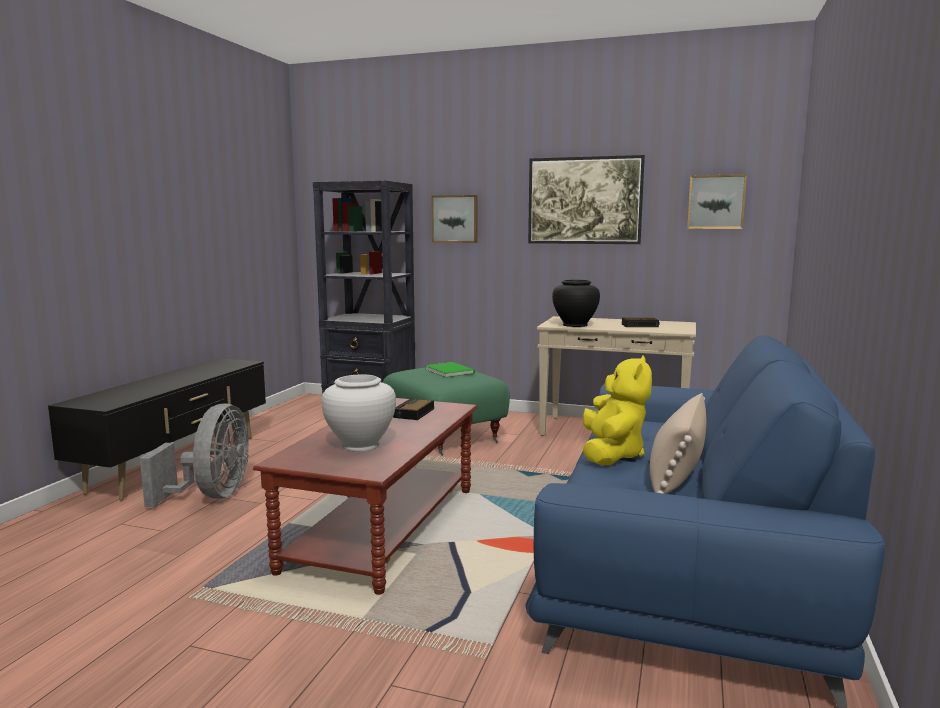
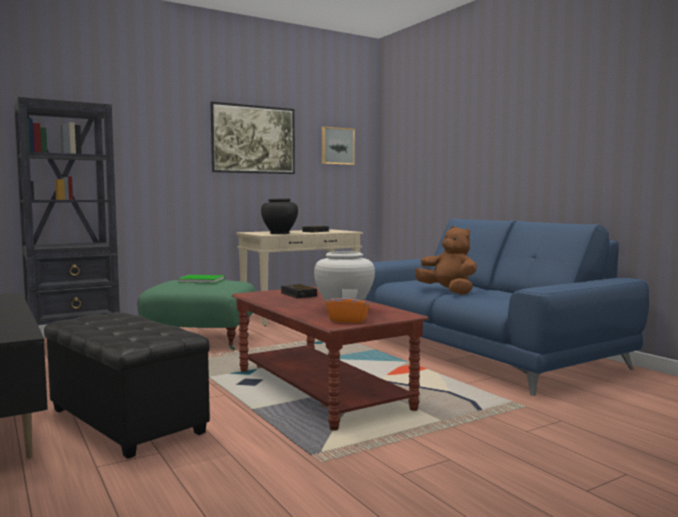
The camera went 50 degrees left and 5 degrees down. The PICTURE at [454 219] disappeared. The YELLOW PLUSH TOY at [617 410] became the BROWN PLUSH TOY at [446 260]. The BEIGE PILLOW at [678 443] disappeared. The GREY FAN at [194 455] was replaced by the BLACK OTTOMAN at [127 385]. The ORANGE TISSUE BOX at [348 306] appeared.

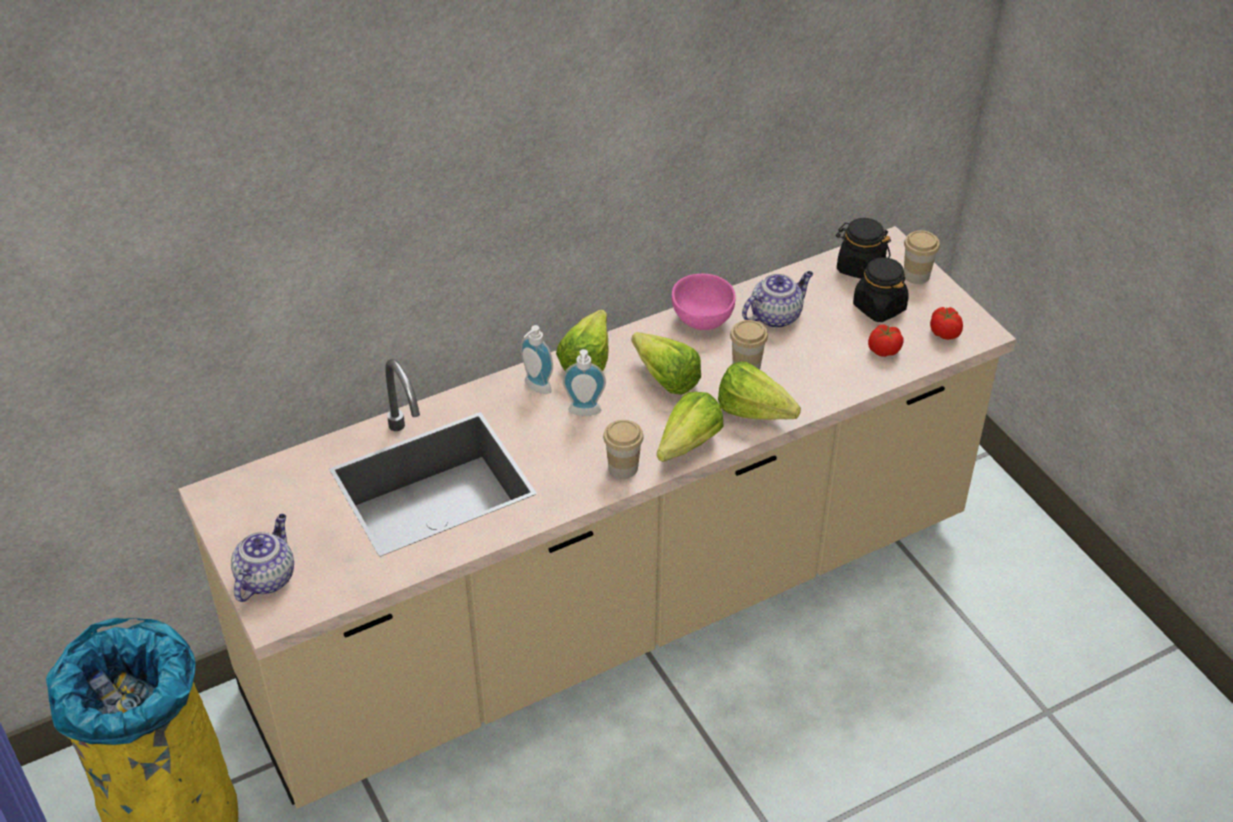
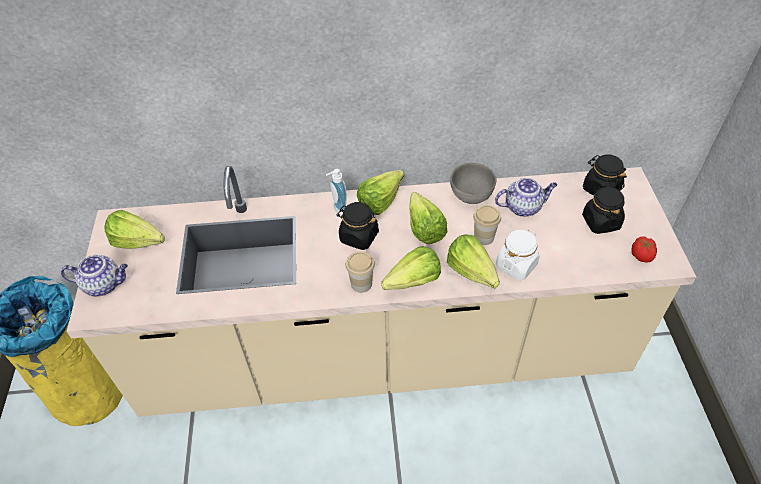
The camera went 25 degrees right and 5 degrees up. The CUP at [922 257] disappeared. The PINK BOWL at [704 302] became the GREY BOWL at [473 183]. The TOMATO at [886 340] disappeared. The SOAP DISPENSER at [584 382] was replaced by the BLACK JAR at [358 226]. The TEAPOT at [262 558] turned 45 degrees clockwise. The LETTUCE at [134 229] appeared. The WHITE JAR at [518 254] appeared.

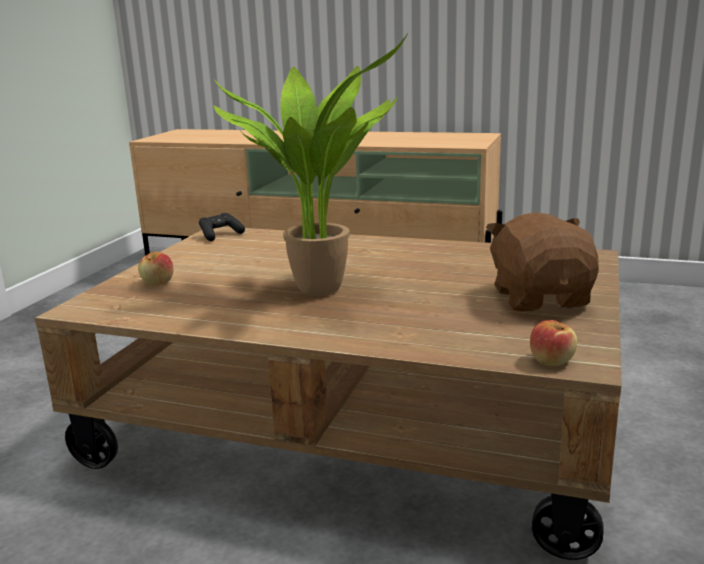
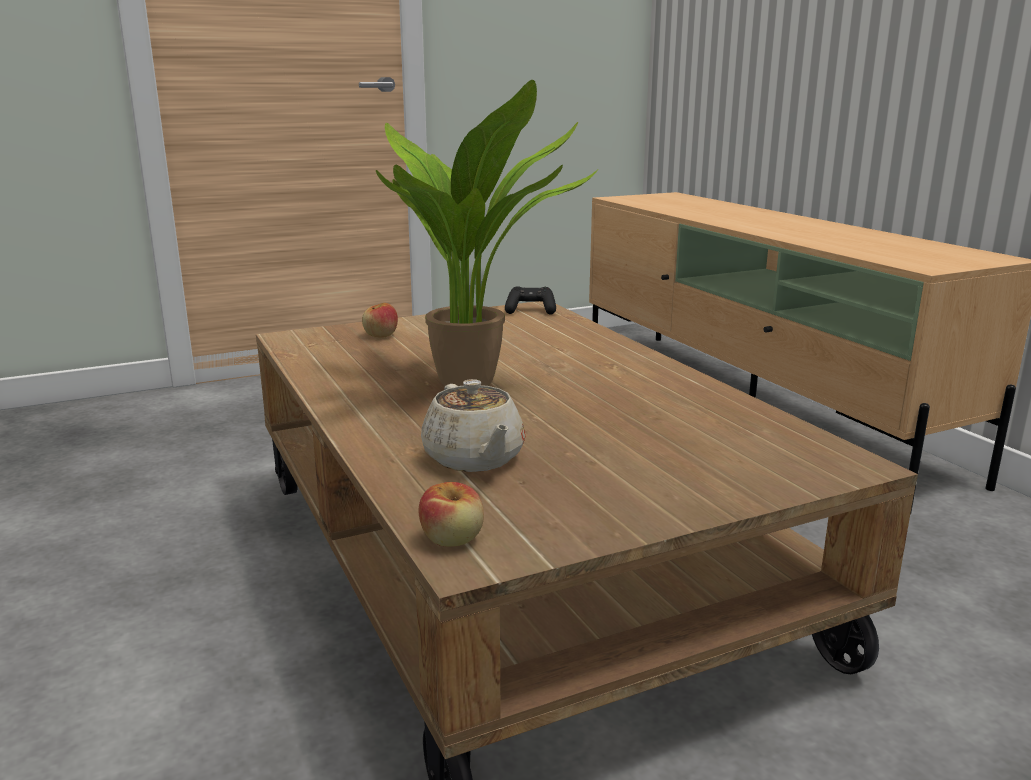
The camera went 45 degrees right and 0 degrees up. The BROWN PLUSH TOY at [542 262] disappeared. The BEIGE TEAPOT at [473 425] appeared.

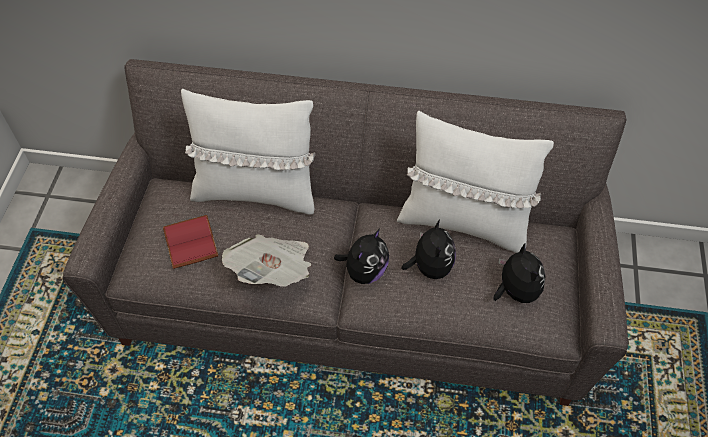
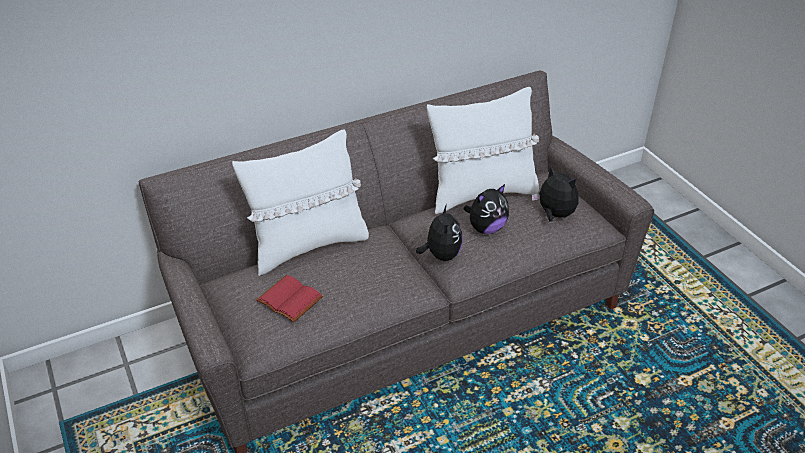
The camera went 35 degrees left and 15 degrees down. The PLUSH TOY at [428 249] turned 90 degrees clockwise. The NEWSPAPER at [267 260] disappeared.

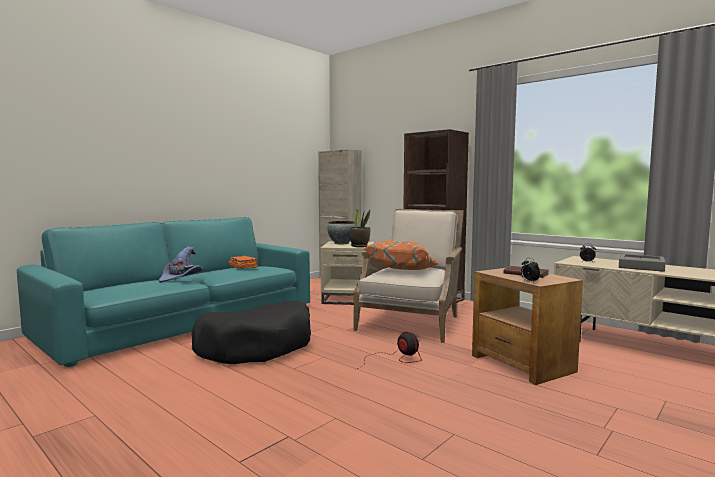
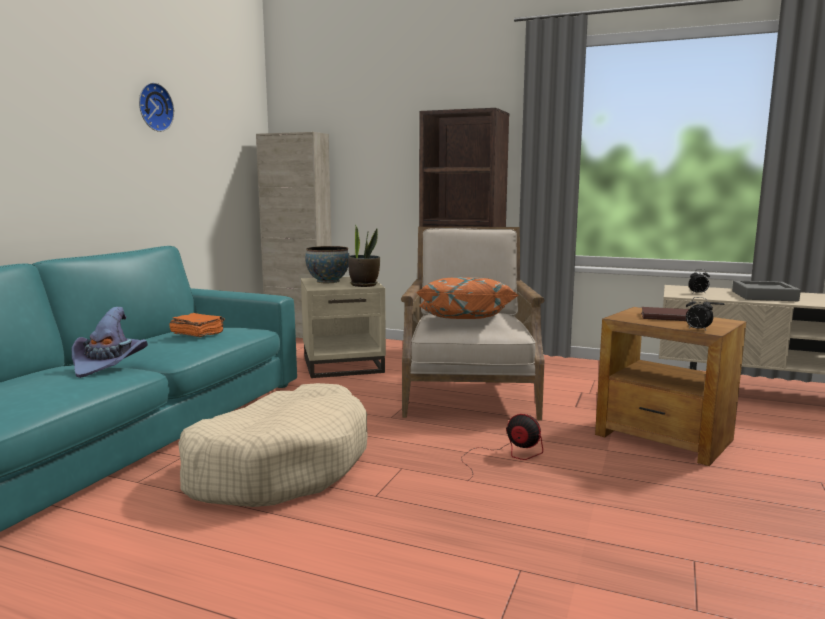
The camera went 20 degrees left and 5 degrees up. The BLACK DOG BED at [251 332] became the BEIGE DOG BED at [273 445]. The WALL CLOCK at [156 107] appeared.

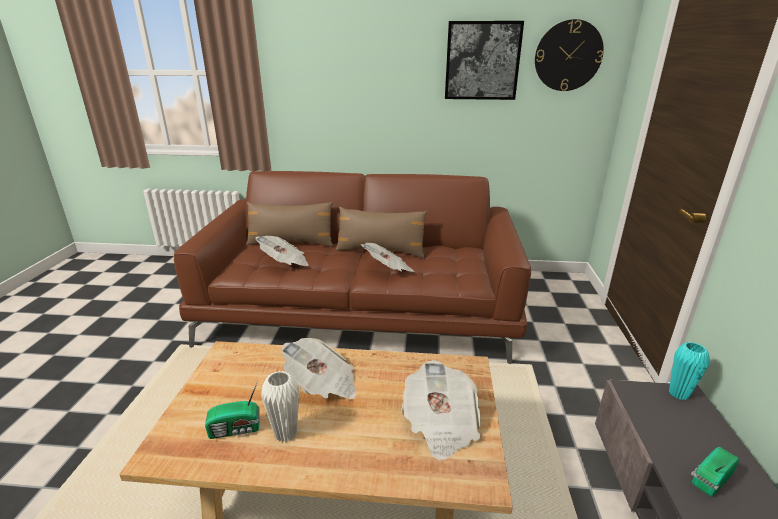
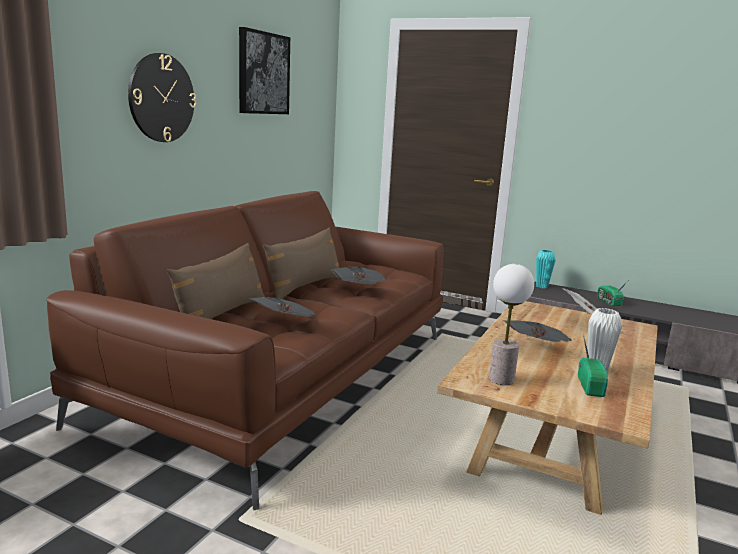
The camera went 70 degrees left and 10 degrees down. The WALL CLOCK moved from [569 55] to [162 97]. The TABLE LAMP at [511 324] appeared.

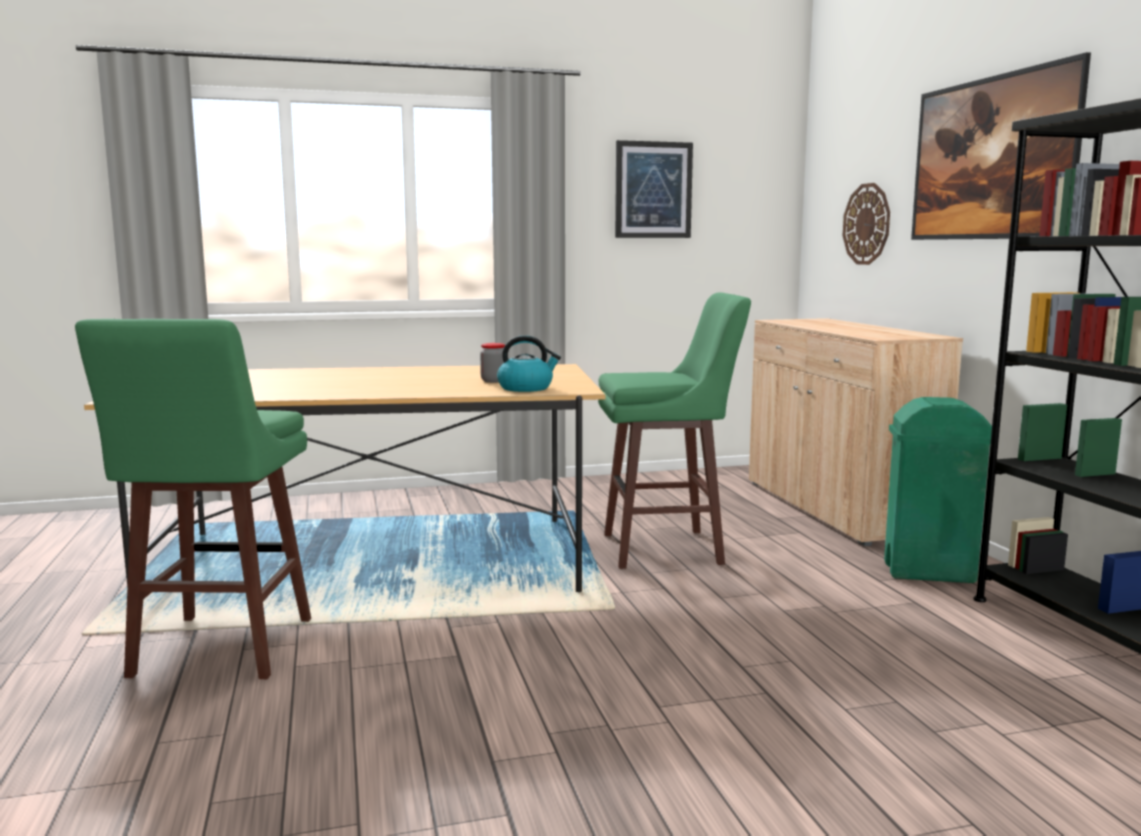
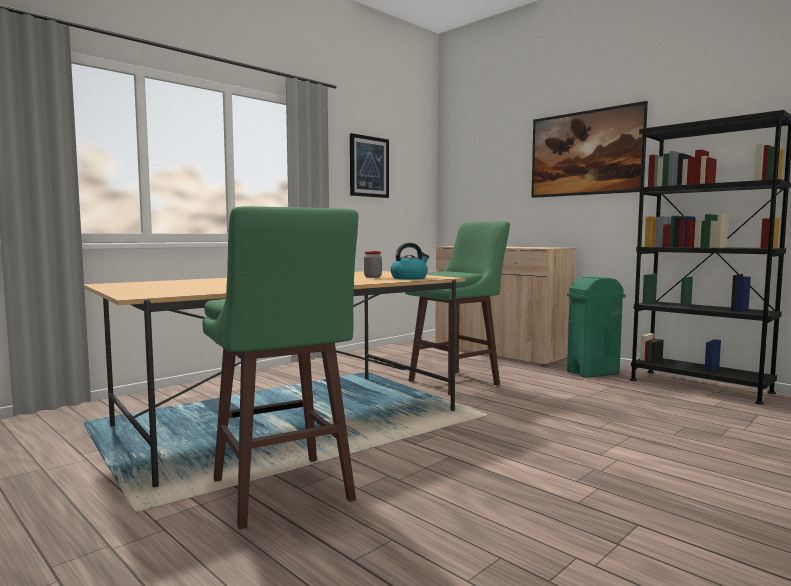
The camera went 30 degrees left and 5 degrees down. The WALL CLOCK at [866 224] disappeared.

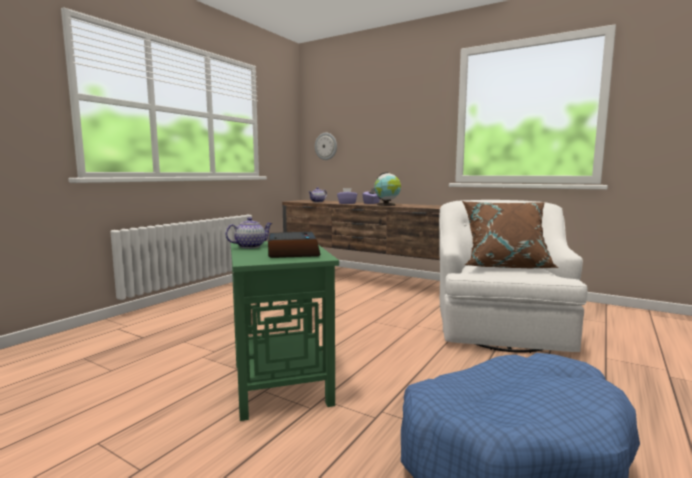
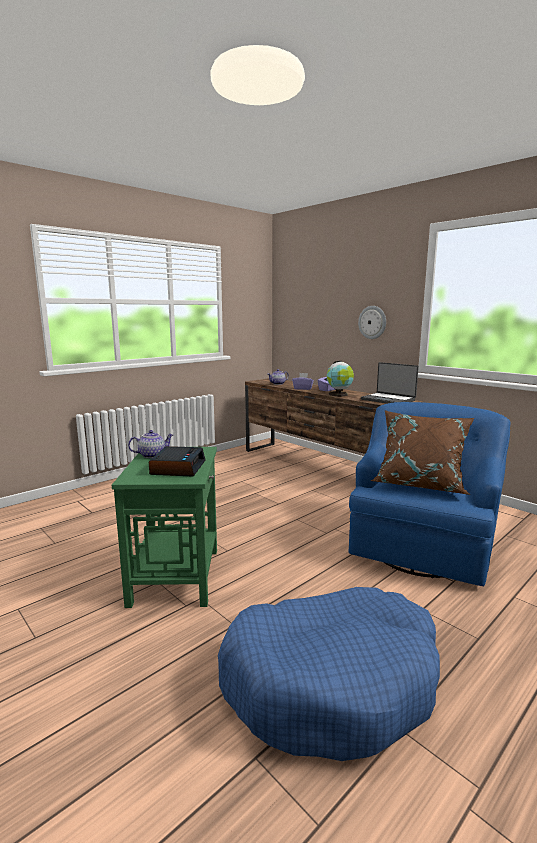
The camera went 15 degrees right and 5 degrees up. The WALL CLOCK moved from [326 146] to [372 322]. The WHITE ARMCHAIR at [513 276] became the BLUE ARMCHAIR at [429 494]. The LAPTOP at [390 383] appeared.

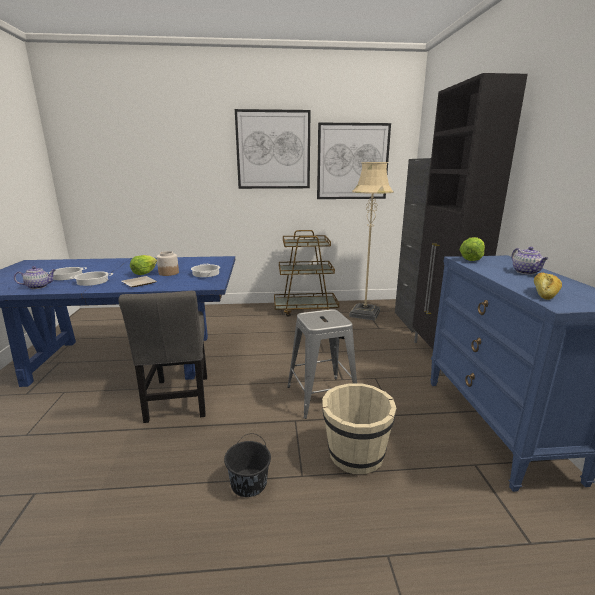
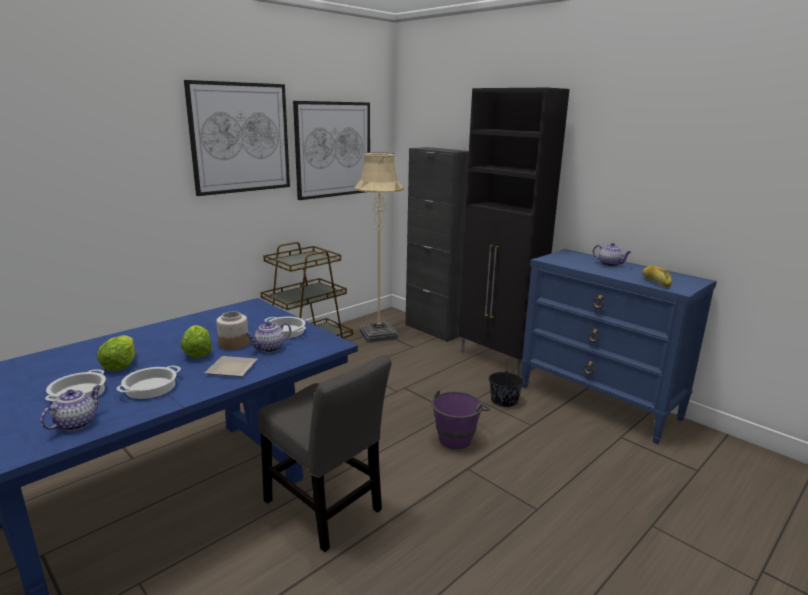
The camera went 40 degrees left and 0 degrees up. The LETTUCE moved from [472 249] to [116 353]. The GREY STOOL at [322 364] was replaced by the PURPLE BUCKET at [461 419]. The BEIGE BUCKET at [359 428] disappeared. The BLACK BUCKET moved from [247 465] to [506 386]. The TEAPOT at [268 336] appeared.

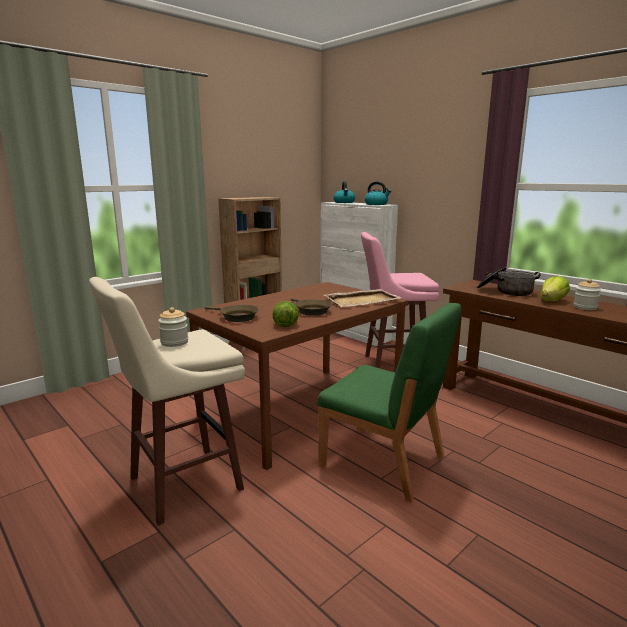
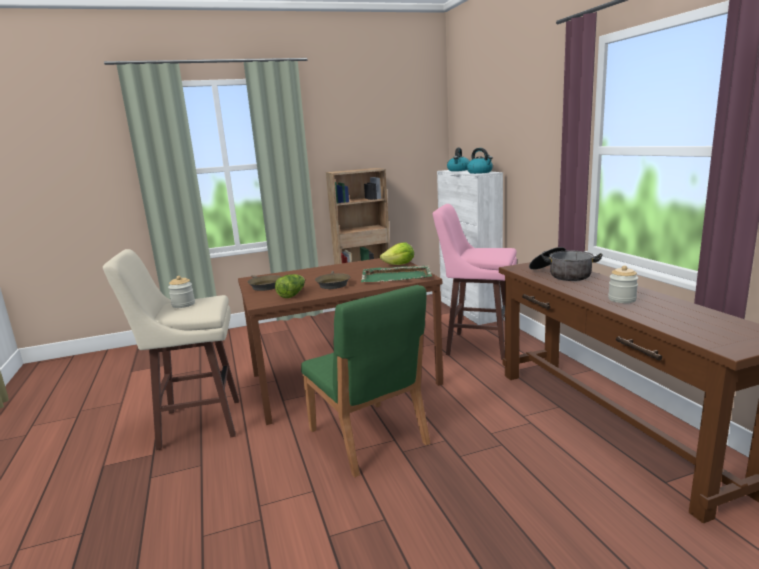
The camera went 25 degrees right and 0 degrees up. The LETTUCE moved from [555 288] to [397 253]. The BEIGE TRAY at [363 298] became the GREEN TRAY at [396 273].

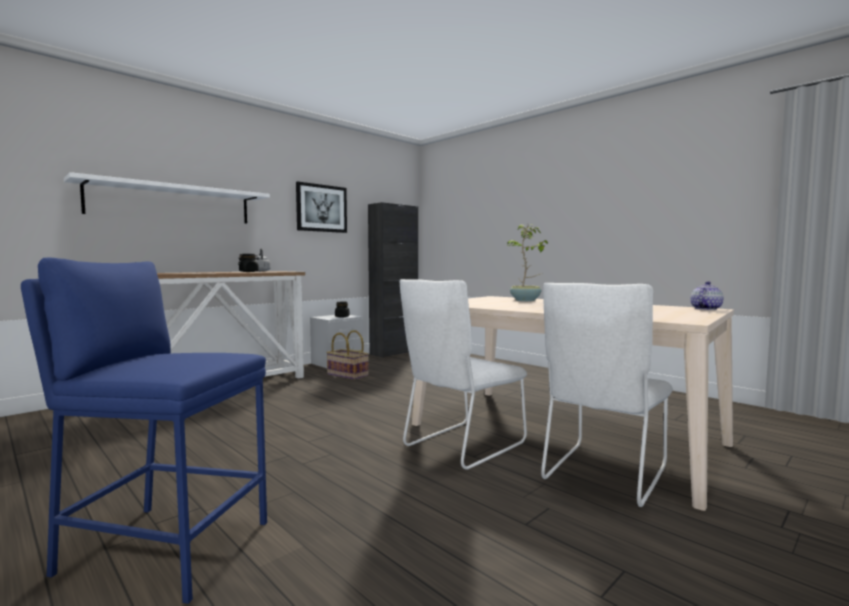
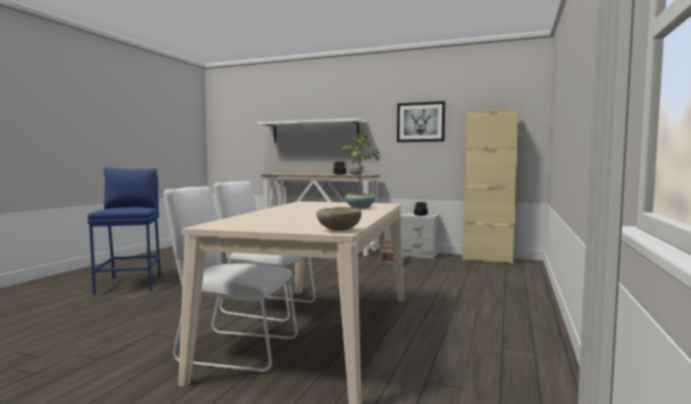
The camera went 65 degrees right and 0 degrees up. The BLACK CABINET at [393 280] became the BEIGE CABINET at [490 186]. The TEAPOT at [706 295] was replaced by the BEIGE BOWL at [339 219].

